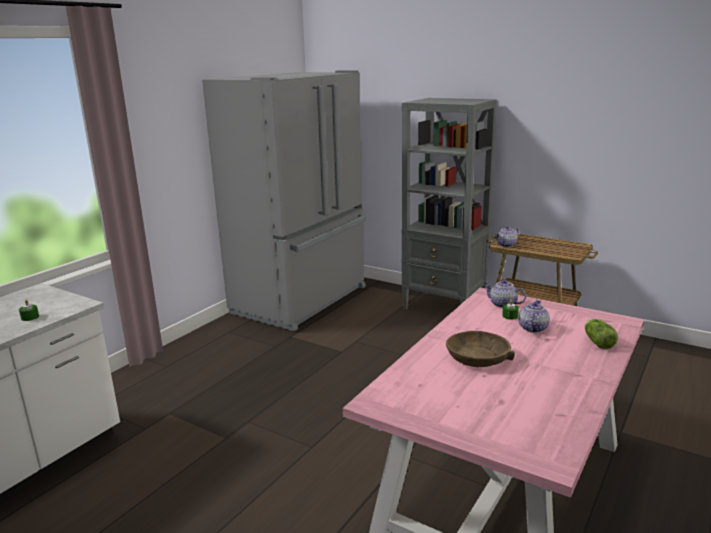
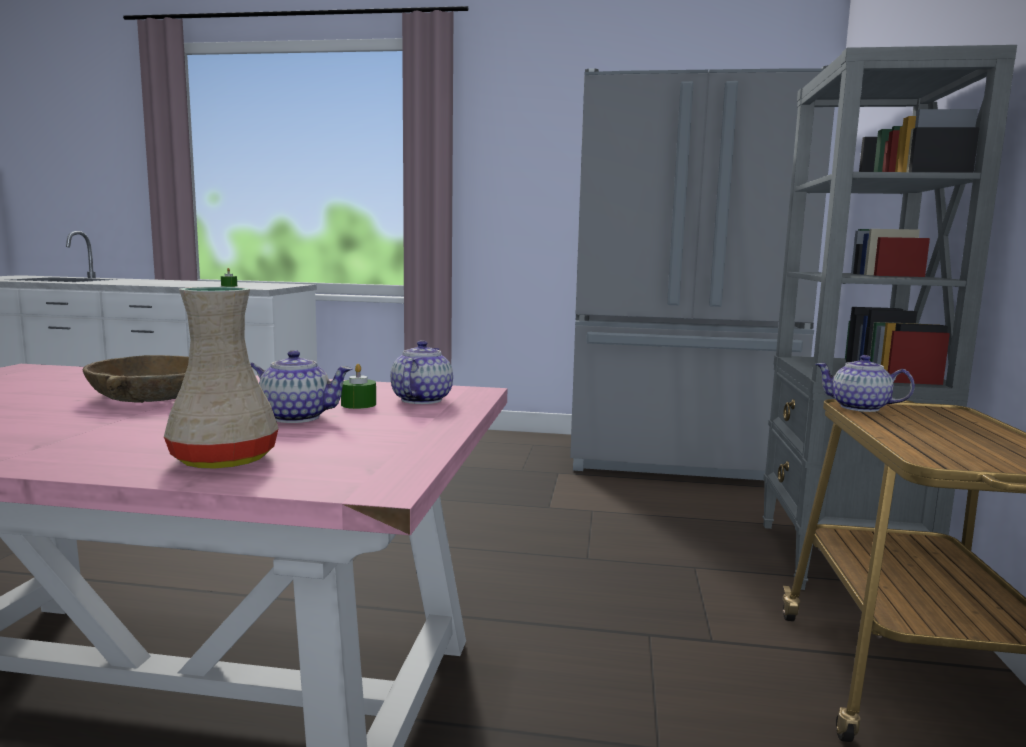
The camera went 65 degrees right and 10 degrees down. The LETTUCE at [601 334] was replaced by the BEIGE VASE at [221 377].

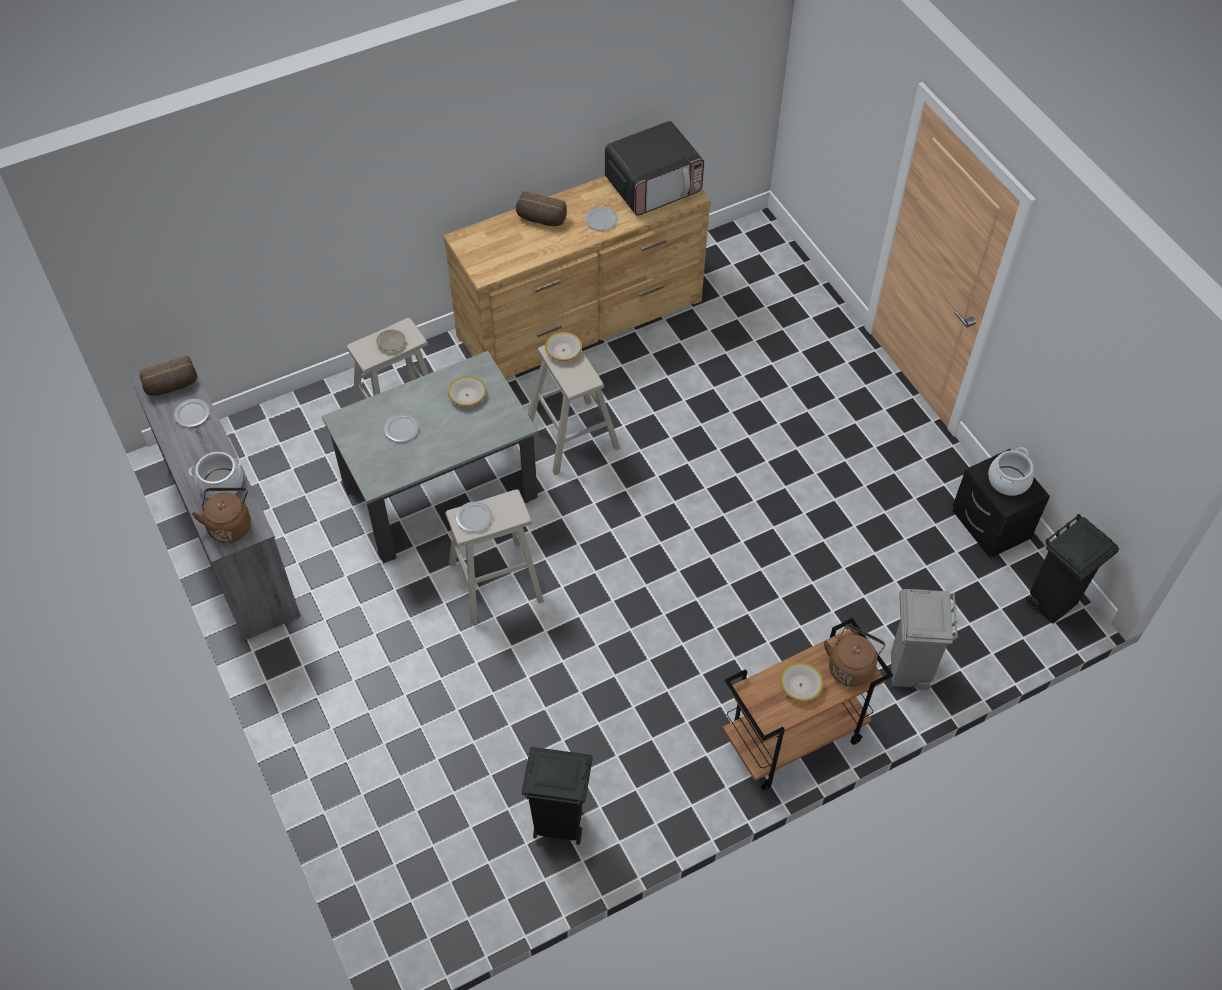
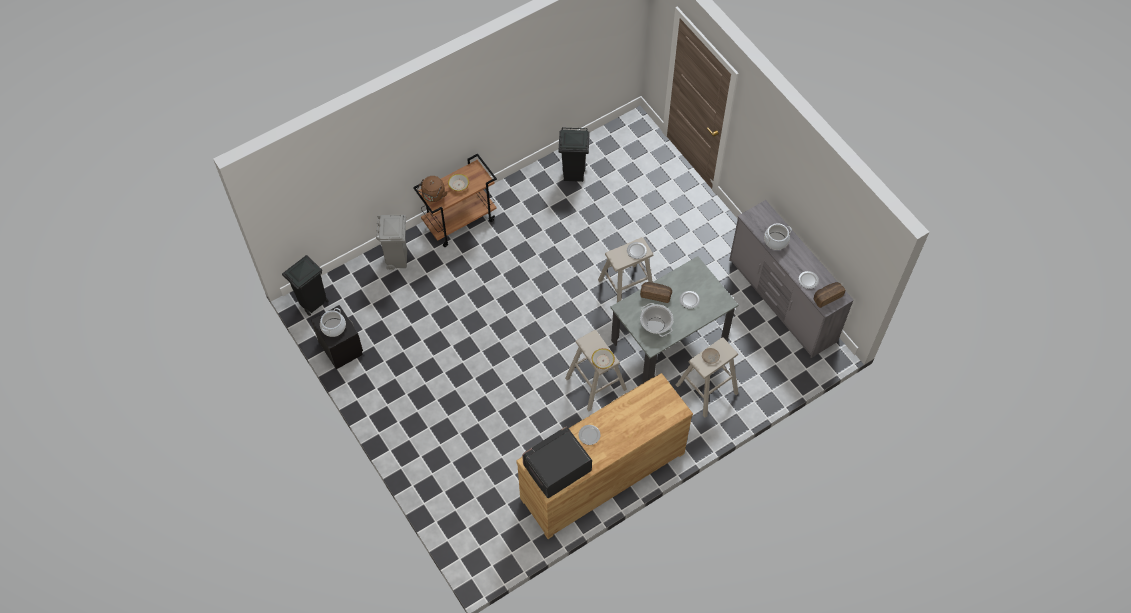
The camera went 175 degrees right and 5 degrees up. The BREAD moved from [541 208] to [656 292]. The BOWL at [467 391] was replaced by the COOKING POT at [657 320]. The BROWN KETTLE at [221 515] disappeared.

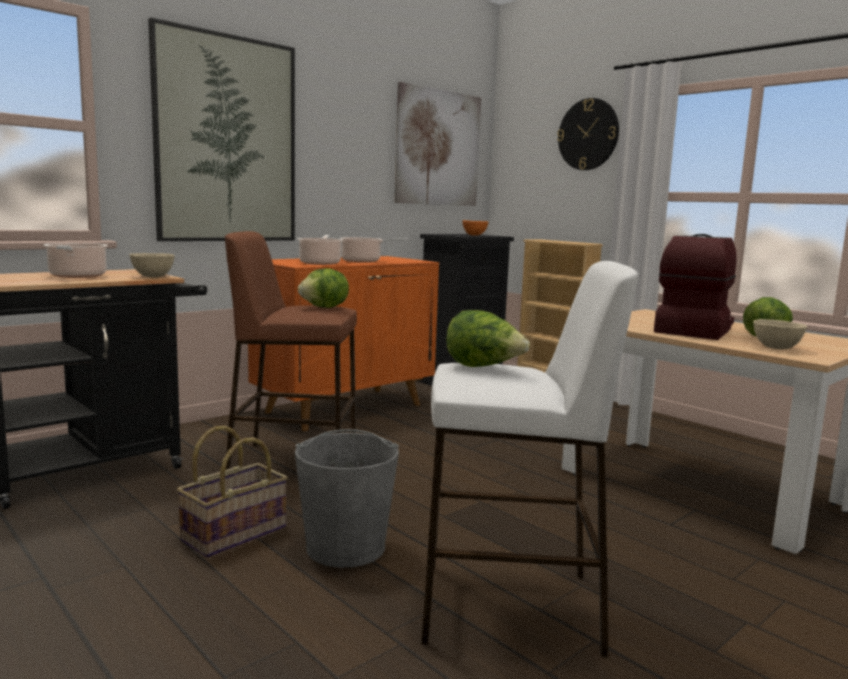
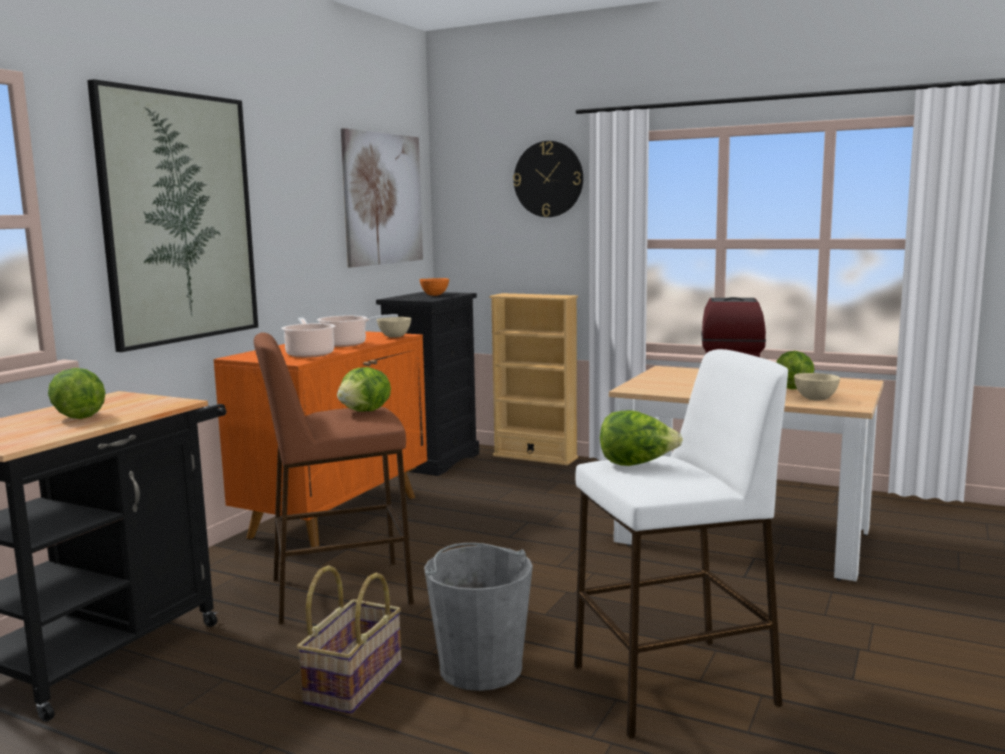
The camera went 20 degrees left and 0 degrees up. The COOKING POT at [75 260] was replaced by the LETTUCE at [76 393]. The BEIGE BOWL moved from [152 265] to [394 327].

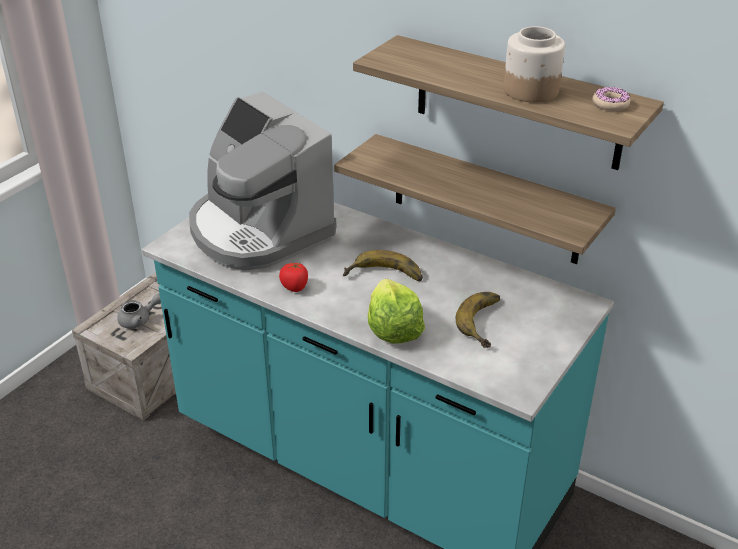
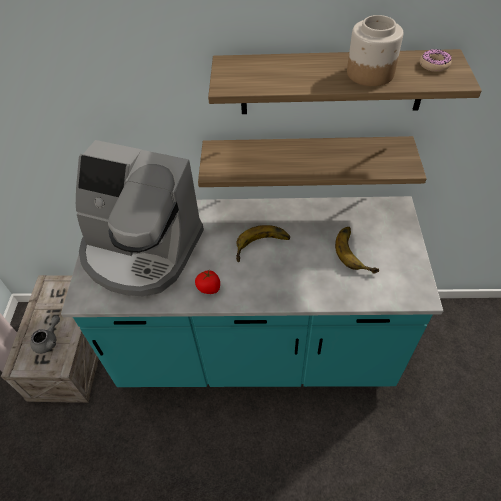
The camera went 30 degrees left and 15 degrees up. The LETTUCE at [396 311] disappeared.

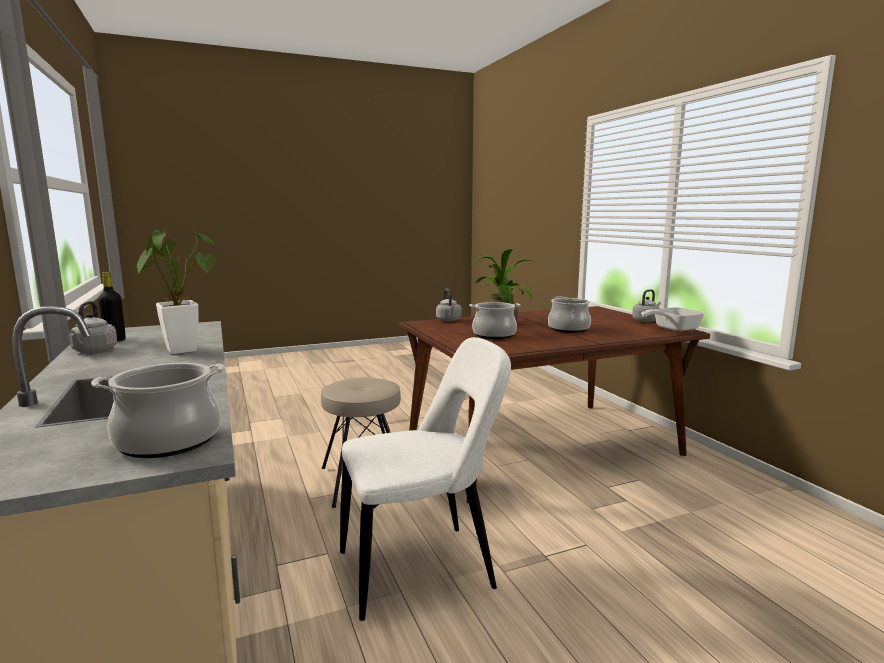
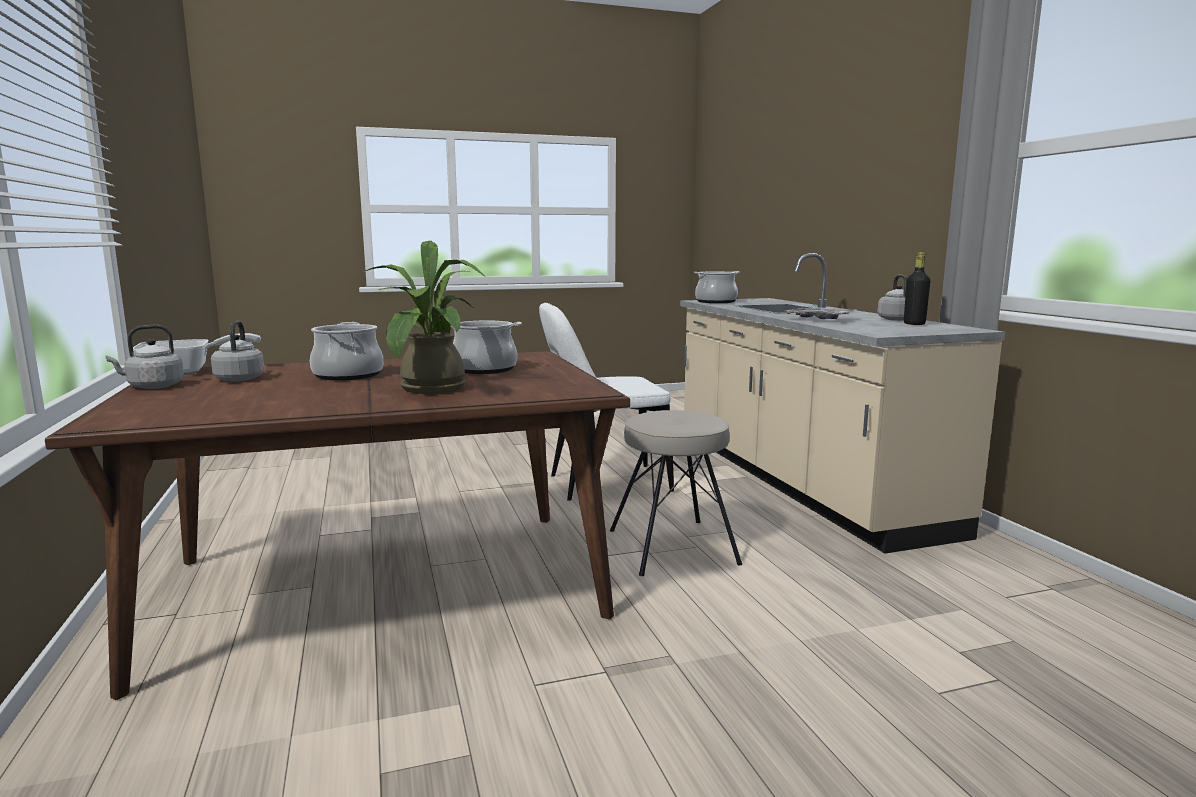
The camera went 175 degrees left and 0 degrees up. The POTTED PLANT at [175 291] was replaced by the TRAY at [822 313]. The GREY KETTLE moved from [449 305] to [238 351].

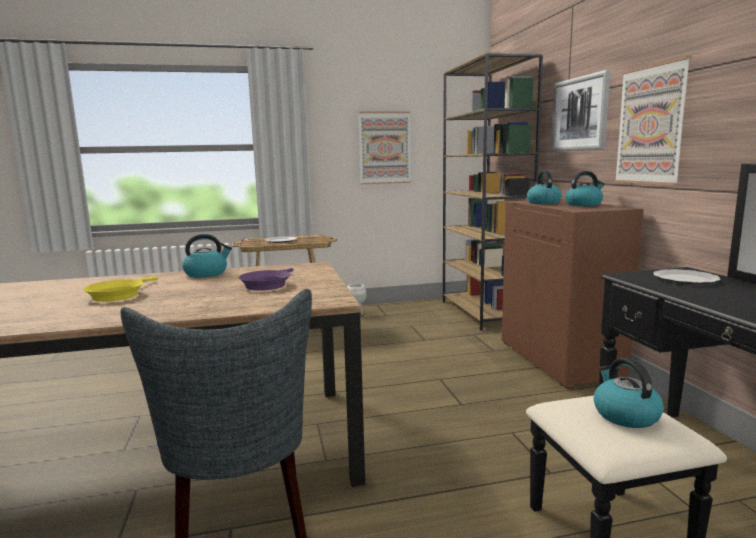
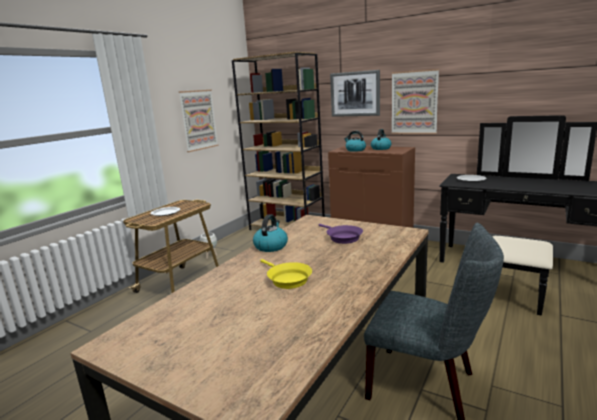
The camera went 45 degrees left and 5 degrees up. The KETTLE at [629 392] disappeared.

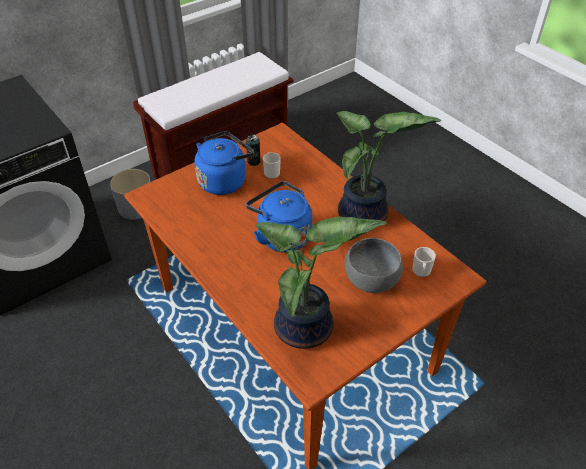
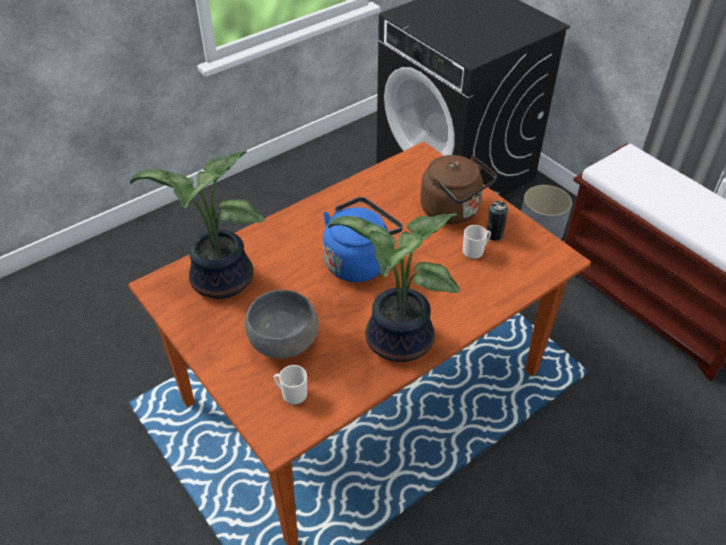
The camera went 90 degrees right and 0 degrees up. The BLUE KETTLE at [224 163] became the BROWN KETTLE at [458 189].

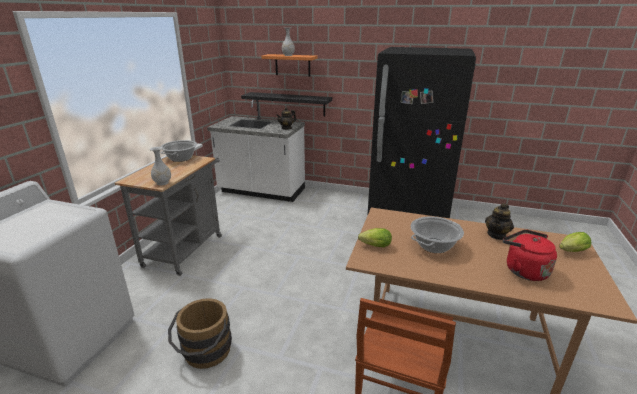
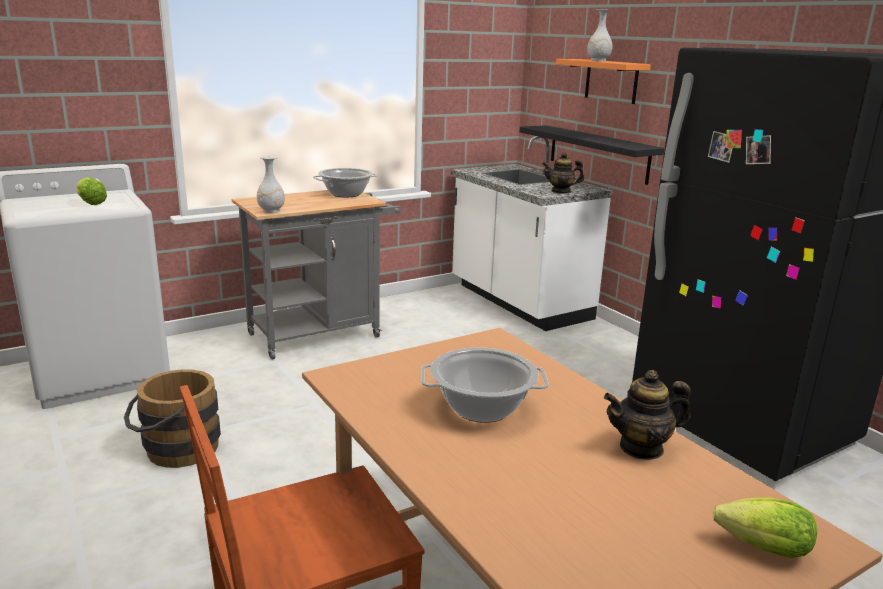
The camera went 40 degrees right and 5 degrees down. The LETTUCE moved from [375 237] to [91 191]. The RED KETTLE at [530 255] disappeared.

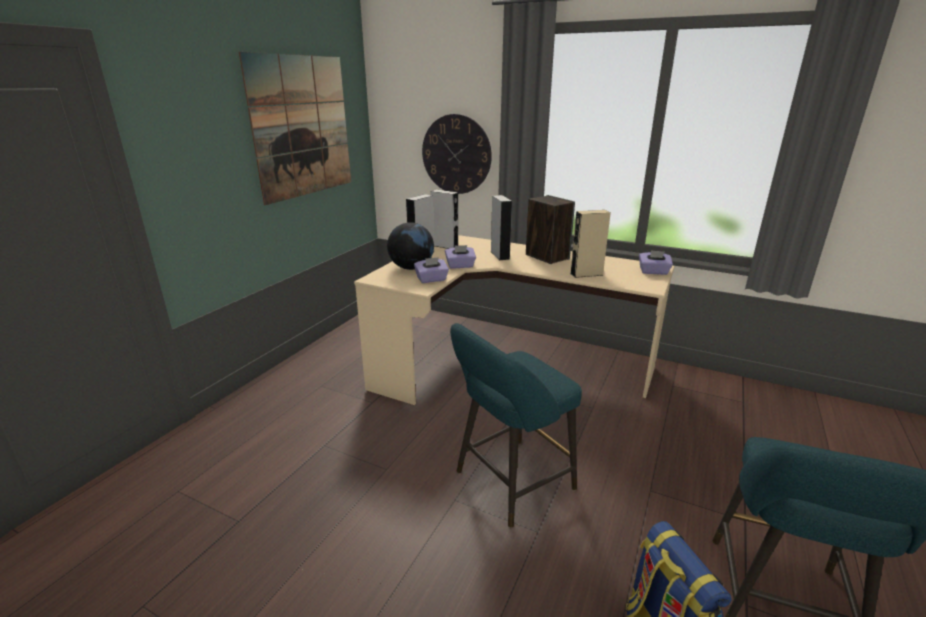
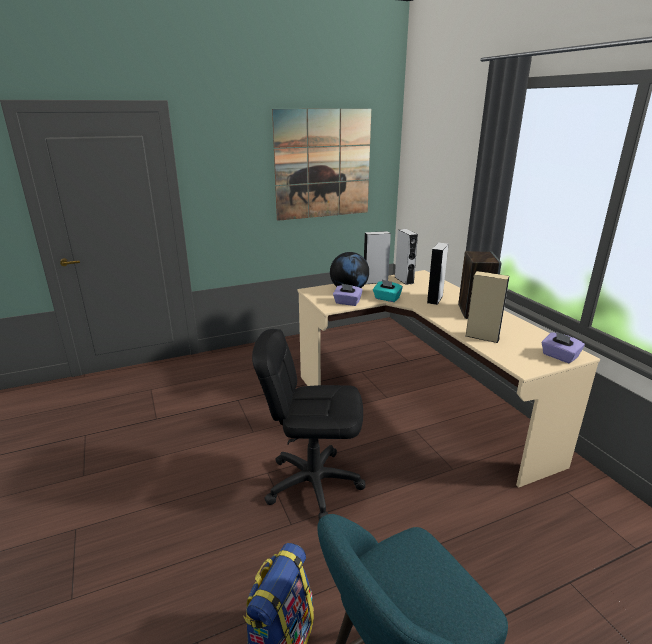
The camera went 40 degrees right and 0 degrees up. The WALL CLOCK at [457 154] disappeared. The PURPLE TISSUE BOX at [460 257] became the TURQUOISE TISSUE BOX at [388 291]. The TURQUOISE STOOL at [516 425] was replaced by the BLACK OFFICE CHAIR at [308 424].

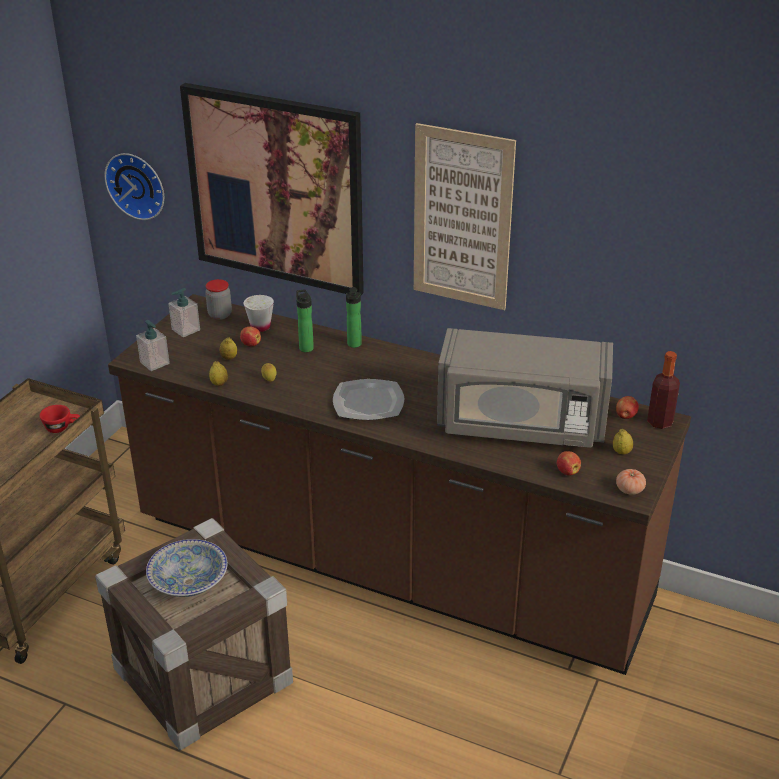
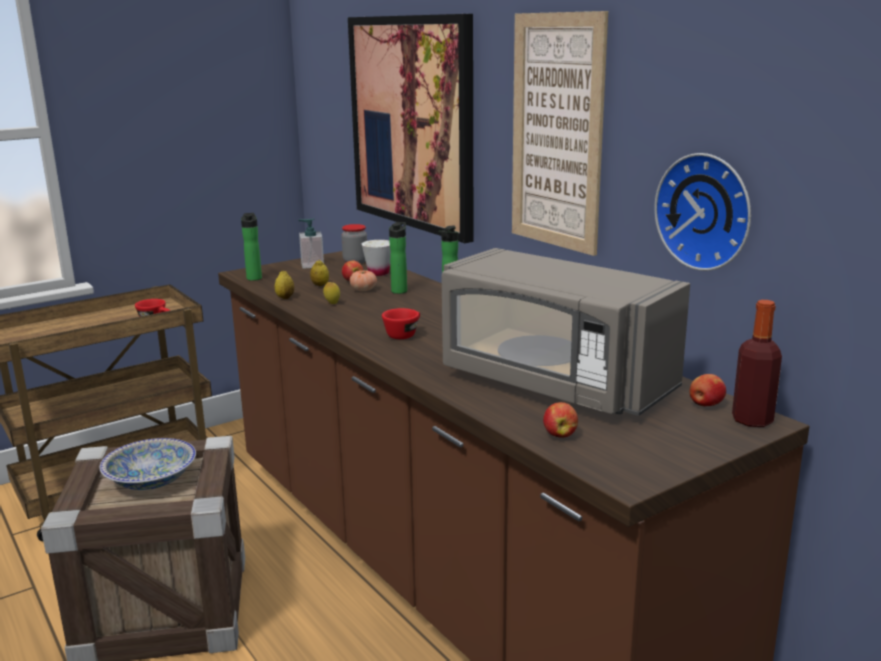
The camera went 30 degrees right and 15 degrees down. The WALL CLOCK moved from [134 186] to [702 212]. The SOAP DISPENSER at [153 345] was replaced by the BOTTLE at [251 247]. The PLATE at [368 399] was replaced by the RED CUP at [401 323]. The LEMON at [623 441] disappeared. The TOMATO moved from [631 482] to [363 280].

